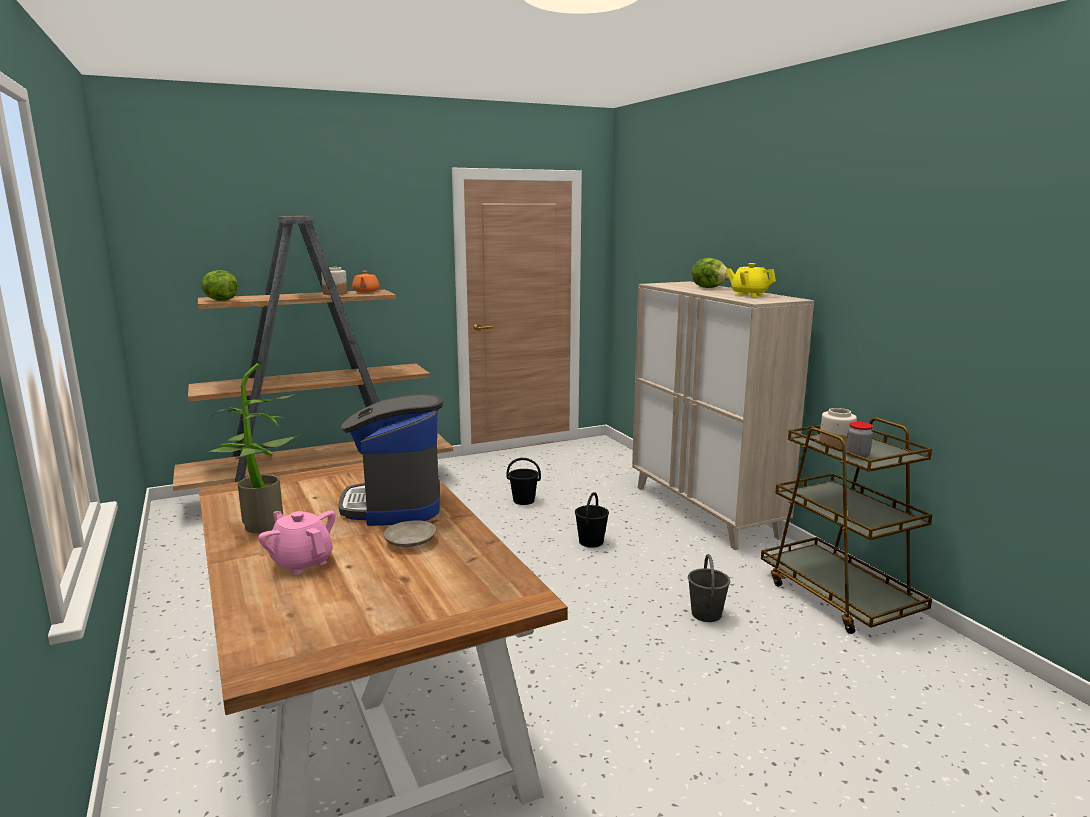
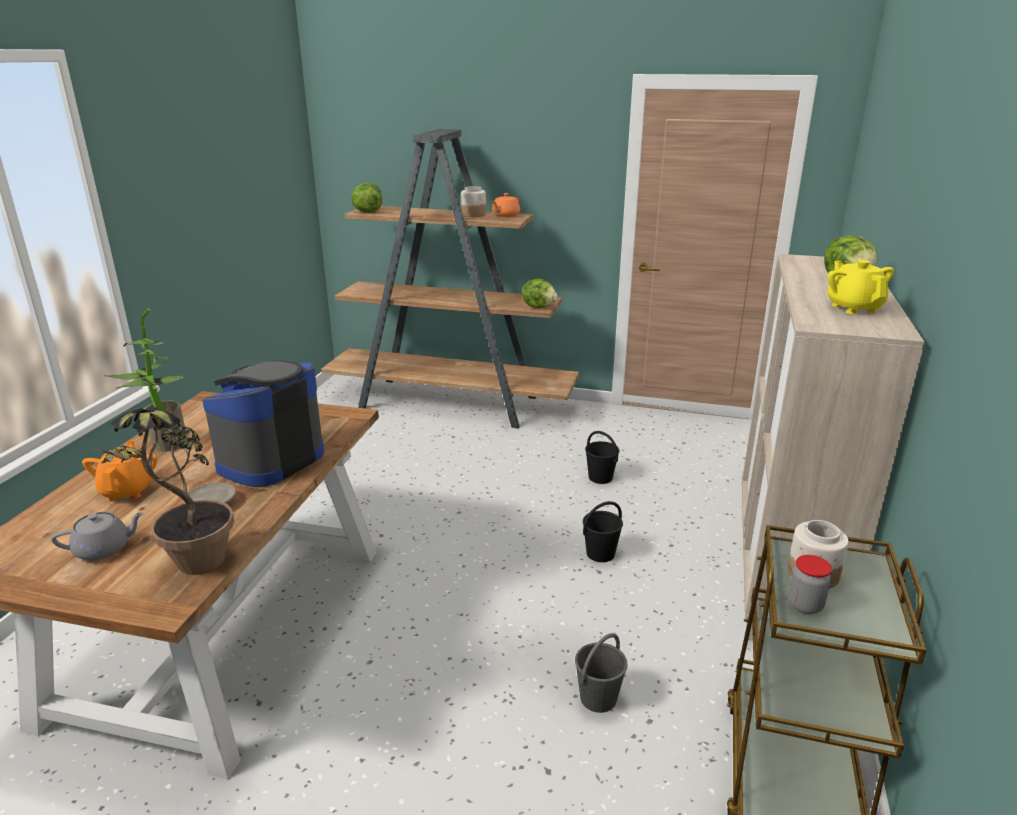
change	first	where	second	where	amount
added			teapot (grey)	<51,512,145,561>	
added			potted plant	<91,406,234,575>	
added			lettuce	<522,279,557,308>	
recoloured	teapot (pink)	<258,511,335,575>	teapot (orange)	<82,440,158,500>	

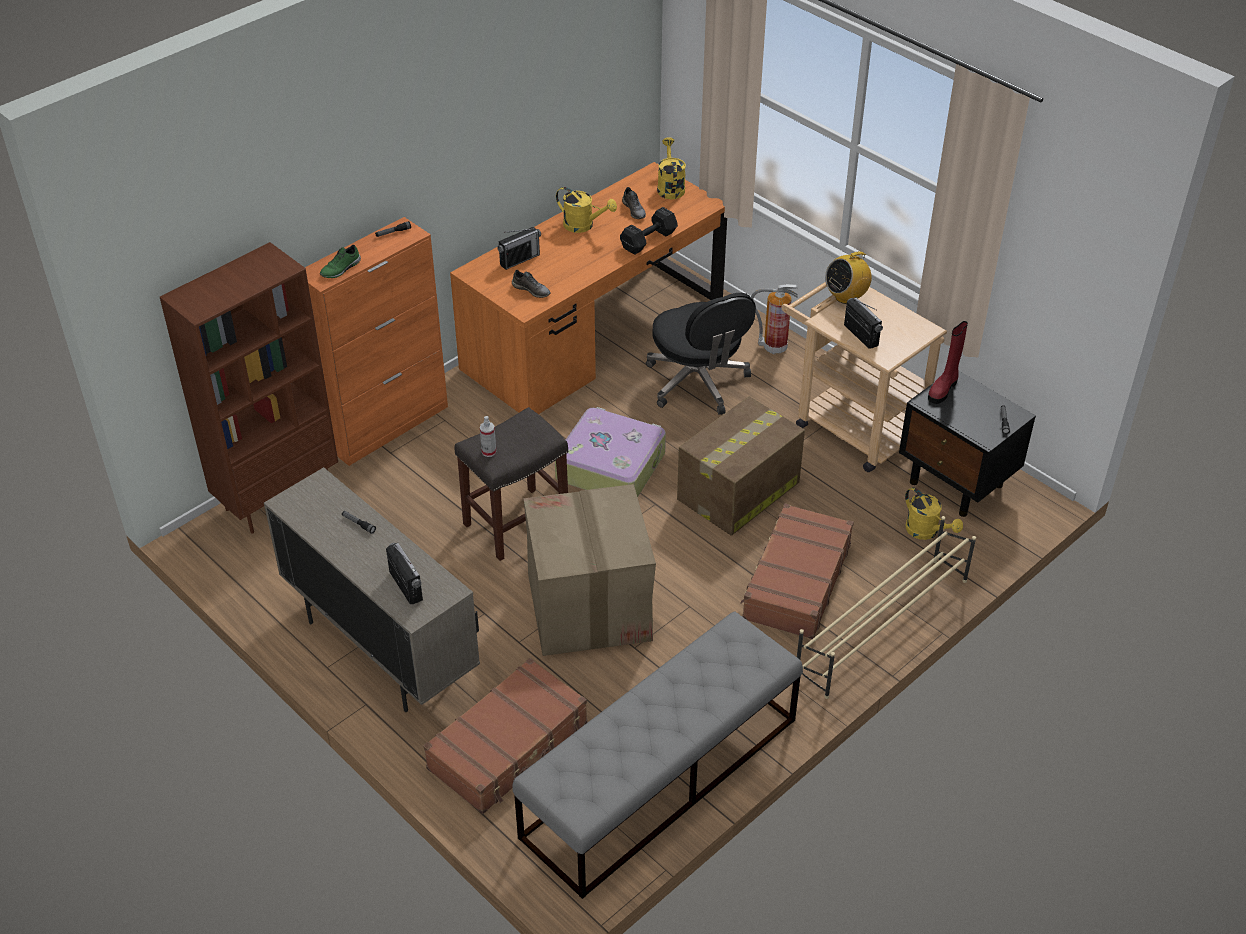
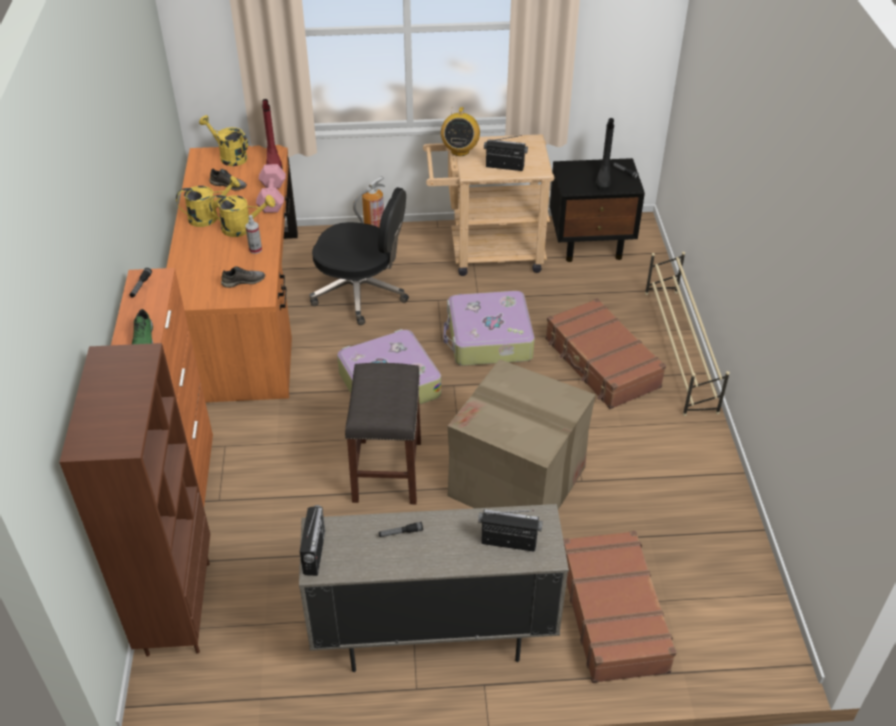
change	first	where	second	where	amount
removed	bench (grey)	<512,612,803,899>			
added			boot (black)	<596,118,614,192>	
moved	spray bottle	<480,416,496,457>		<246,215,262,254>	
moved	radio	<497,227,541,270>		<300,505,325,576>	
moved	watering can (yellow)	<905,487,963,540>		<209,195,275,237>	
moved	boot (red)	<928,321,968,404>		<262,99,283,169>	
replaced	cardboard box	<677,396,805,536>	suitcase	<444,291,535,366>	
recoloured	dumbbell (black)	<620,207,678,255>	dumbbell (pink)	<256,164,286,213>	

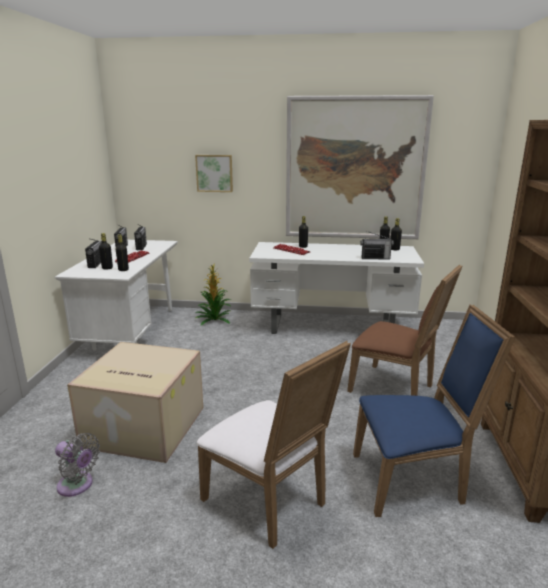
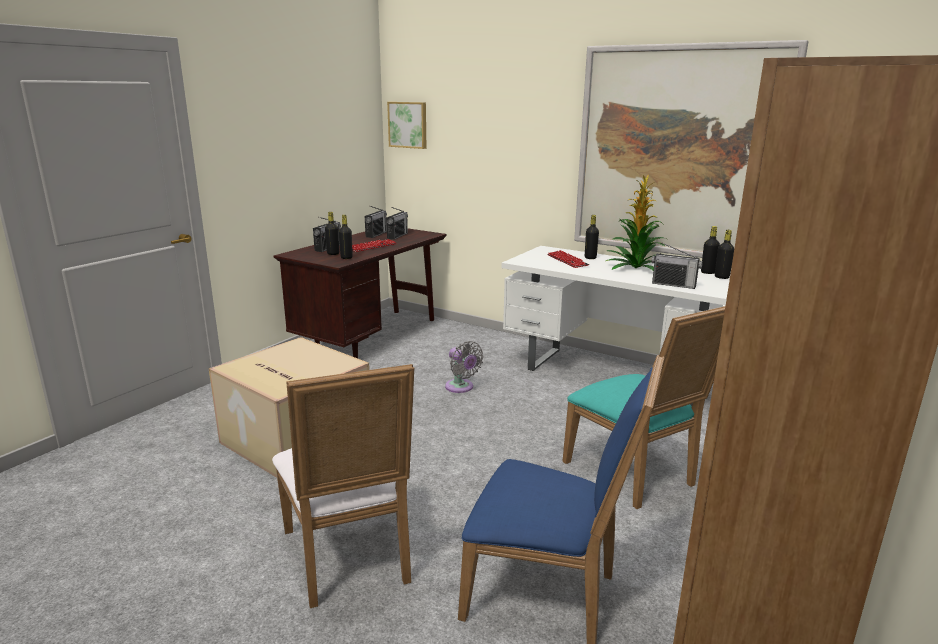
change	first	where	second	where	amount
moved	fan (grey)	<55,433,100,497>		<445,341,484,393>	
moved	picture	<195,155,233,192>		<387,102,426,149>	
moved	potted plant	<195,263,231,325>		<606,175,666,271>	
recoloured	desk (white)	<55,240,178,350>	desk (brown)	<273,228,447,358>	
recoloured	chair (brown)	<347,265,462,396>	chair (turquoise)	<562,306,725,509>	

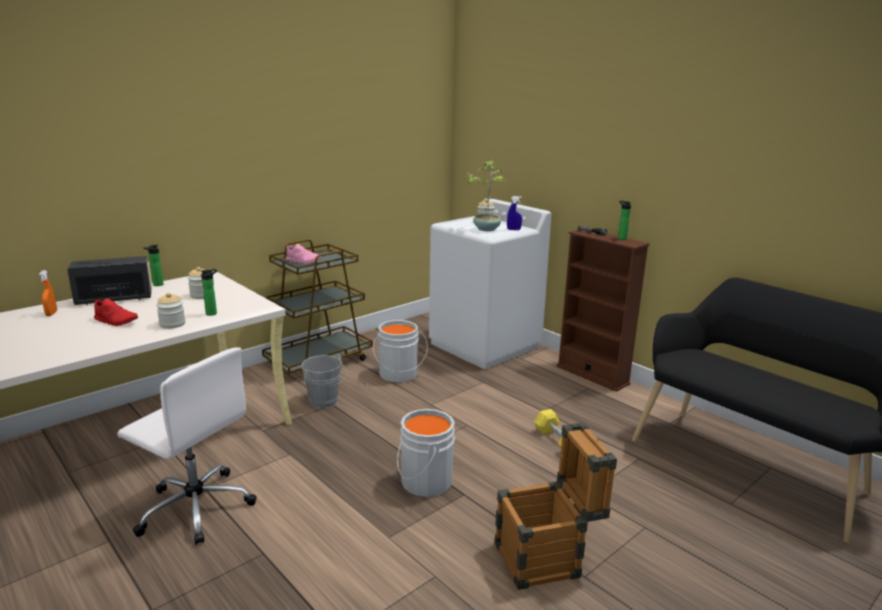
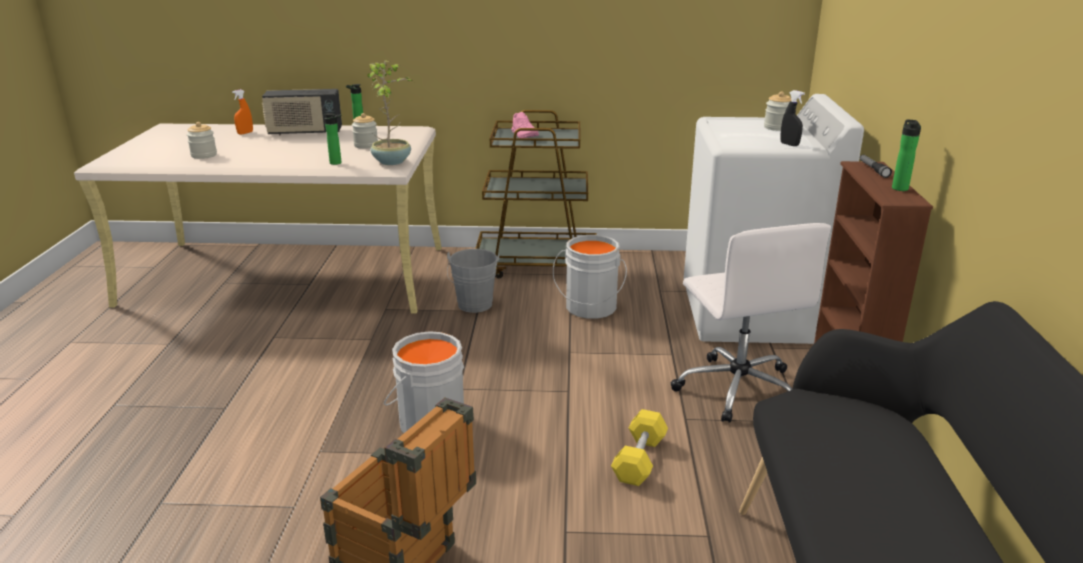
change	first	where	second	where	amount
removed	shoe (red)	<94,298,138,326>			
moved	office chair (white)	<118,347,257,545>		<671,223,831,423>	
moved	jar	<156,293,185,329>		<187,122,217,159>	
moved	potted plant	<466,159,505,231>		<367,62,414,165>	
recoloured	spray bottle (blue)	<507,196,522,230>	spray bottle (black)	<780,90,805,146>	
turned	radio	<67,256,152,305>		<262,89,342,136>	150 degrees clockwise

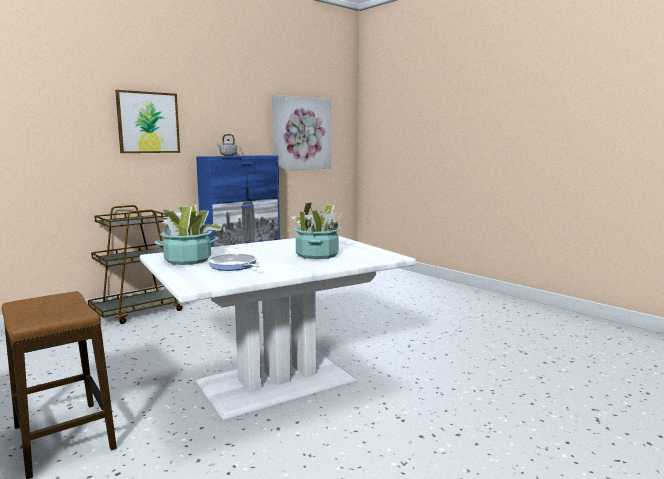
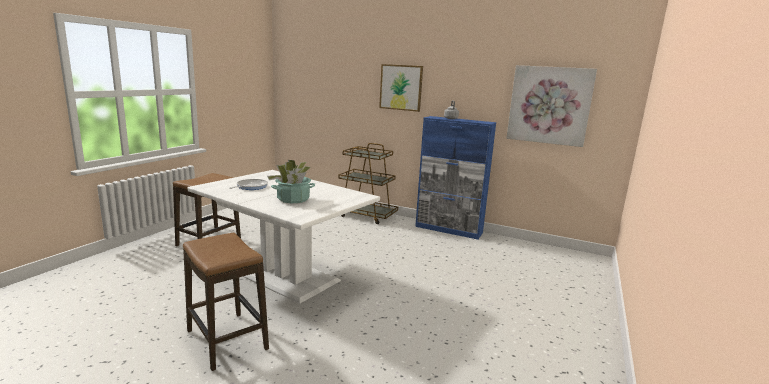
change	first	where	second	where	amount
removed	potted plant	<154,205,223,265>			
added			stool	<183,233,269,371>	

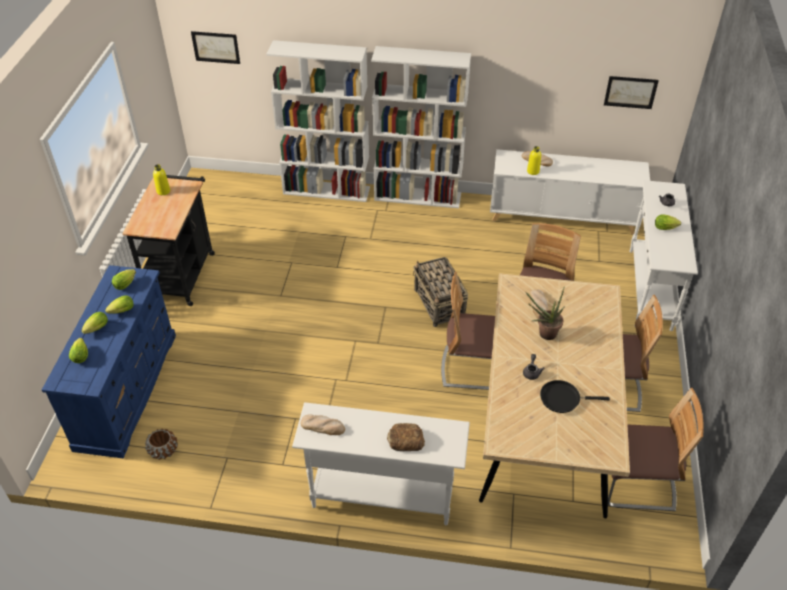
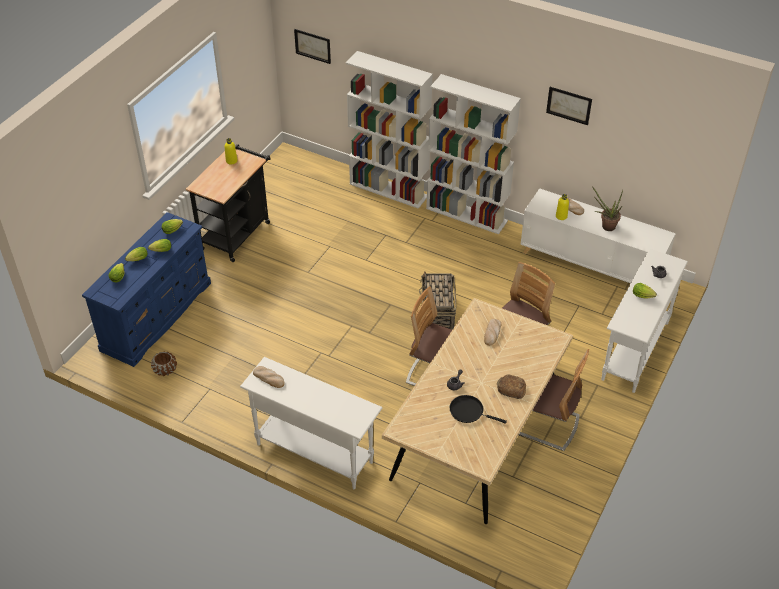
change	first	where	second	where	amount
removed	chair	<608,388,704,511>			
moved	bread	<387,423,425,451>		<497,374,526,399>	
moved	potted plant	<526,288,565,340>		<592,186,623,231>	
moved	picture	<604,76,659,109>		<546,87,592,125>	

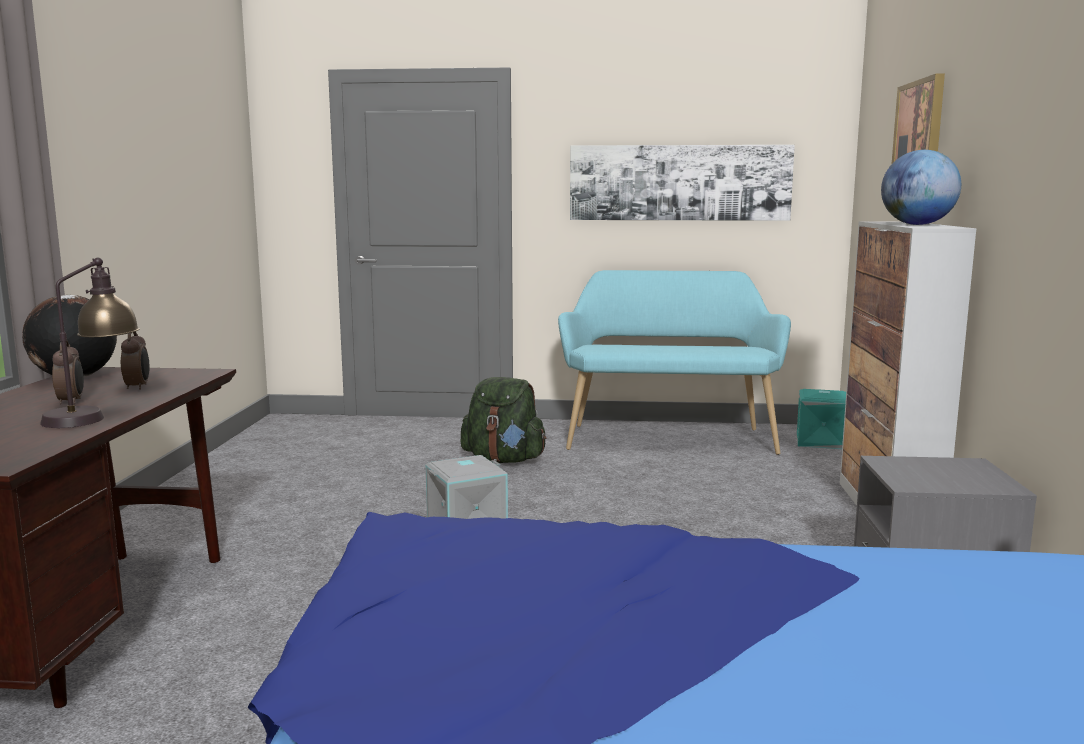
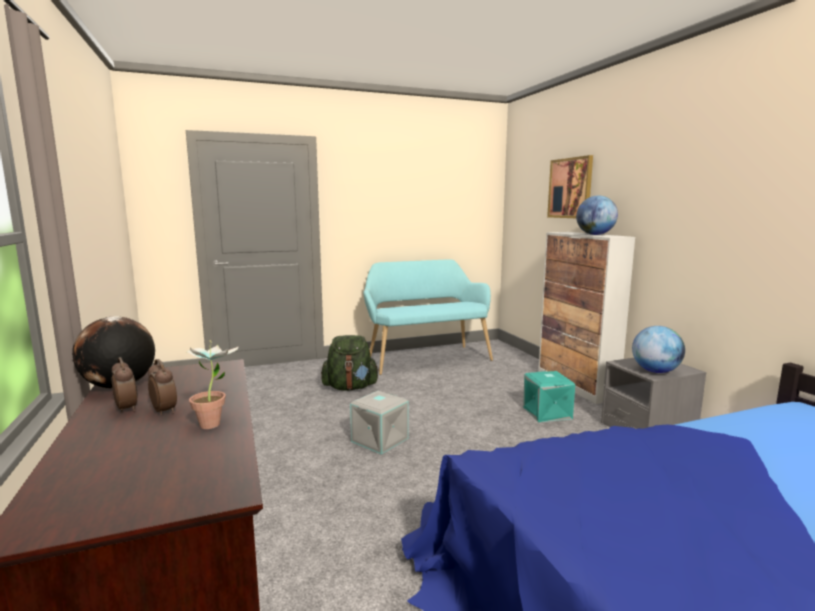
change	first	where	second	where	amount
removed	picture	<570,145,795,221>			
added			globe	<632,326,685,373>	
moved	alarm clock	<121,332,149,390>		<112,357,138,413>	
moved	storage box (turquoise)	<797,389,846,449>		<523,371,575,422>	
replaced	table lamp	<40,258,140,428>	potted plant	<186,340,238,429>	

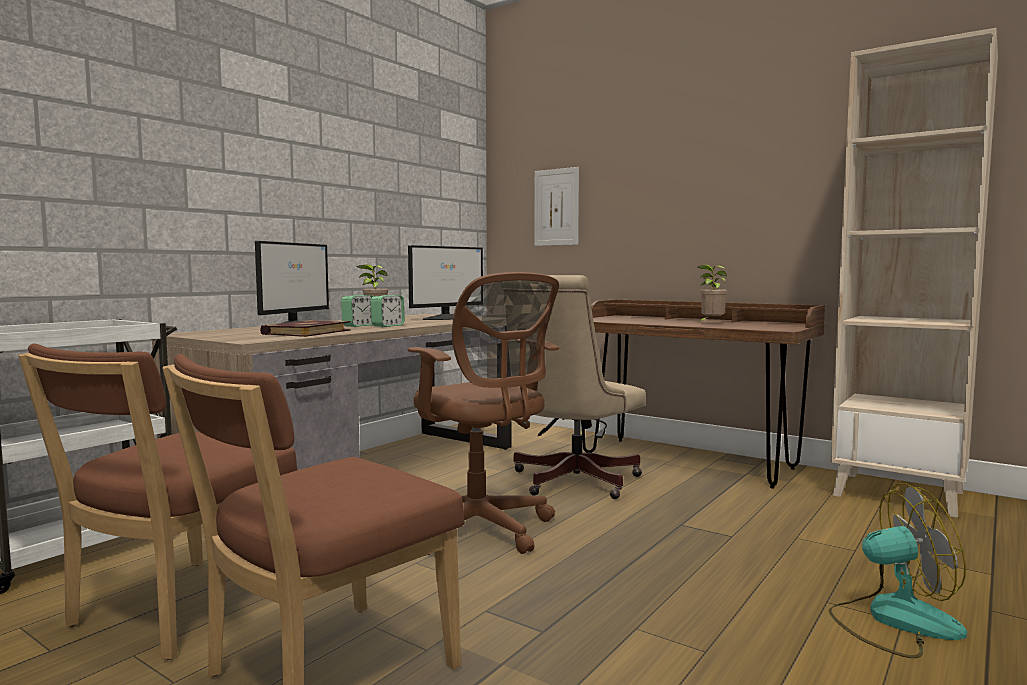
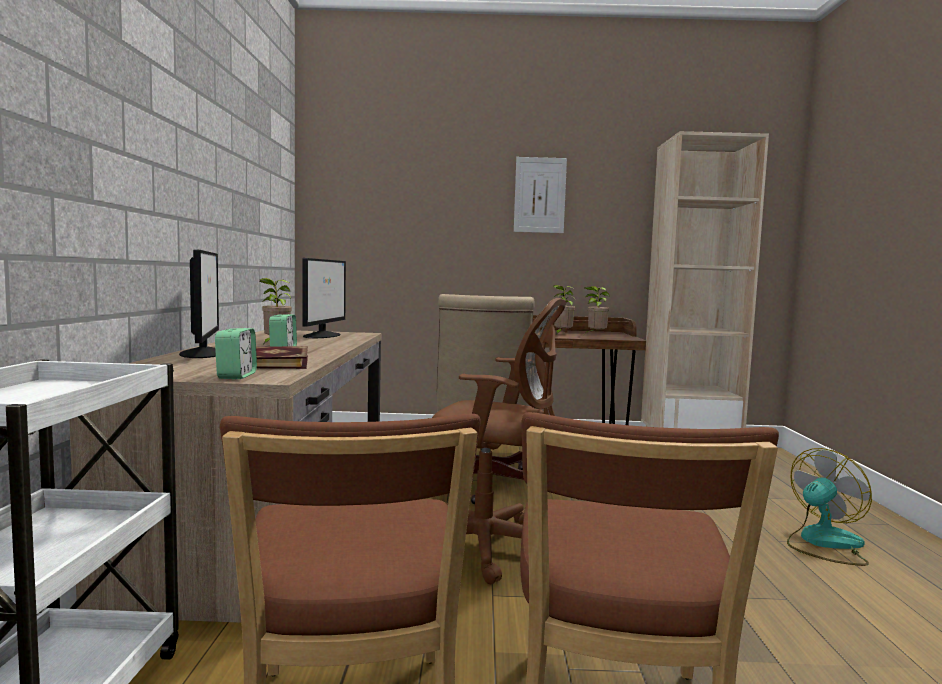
change	first	where	second	where	amount
added			potted plant	<585,286,610,333>	
moved	alarm clock	<370,295,405,327>		<215,328,257,379>	
moved	picture	<534,167,579,246>		<514,157,567,233>	

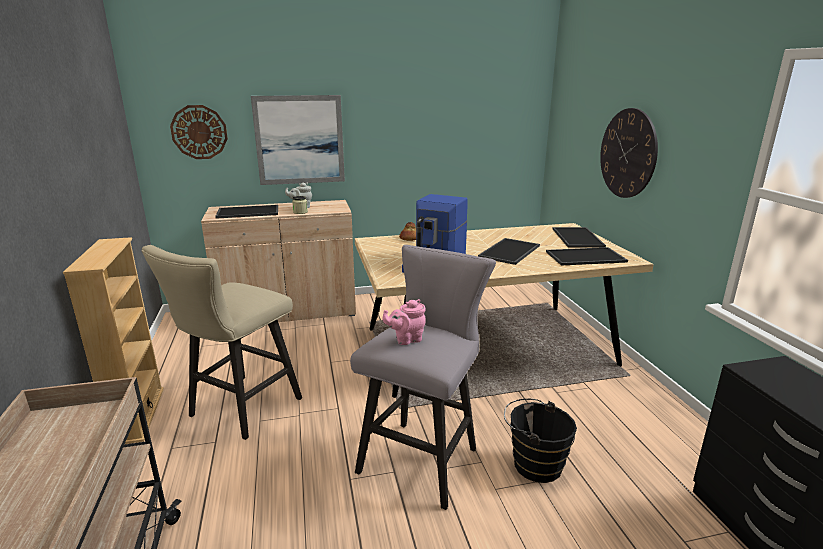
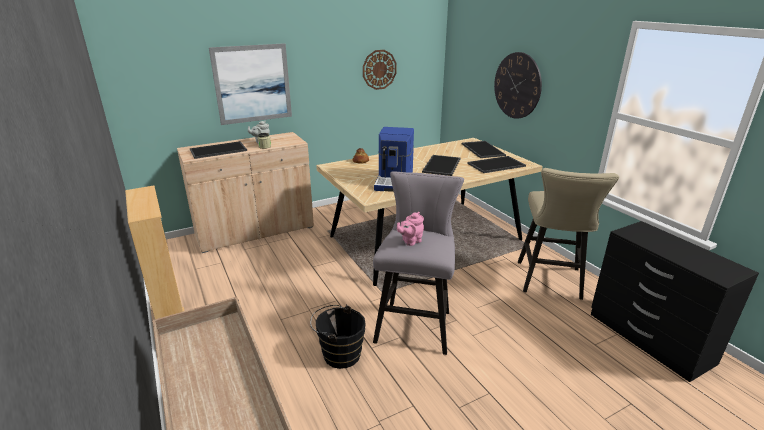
change	first	where	second	where	amount
moved	stool (beige)	<142,245,302,440>		<518,168,619,300>	
moved	wall clock	<170,105,228,159>		<363,50,397,90>	
moved	bucket (black)	<504,399,577,483>		<310,305,366,369>	

